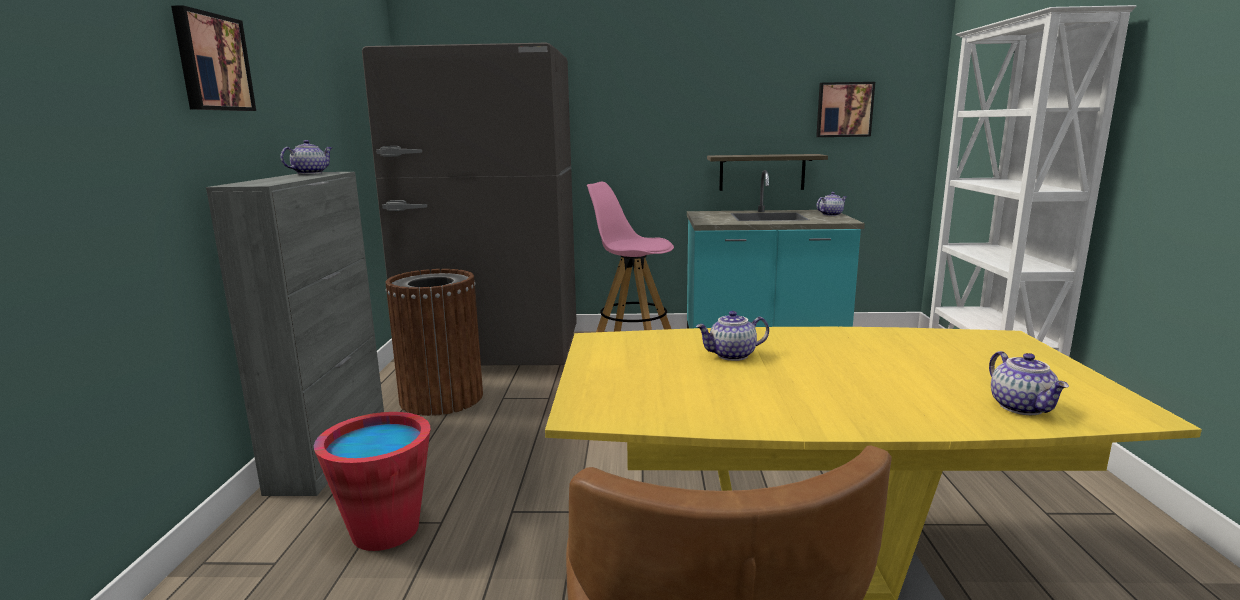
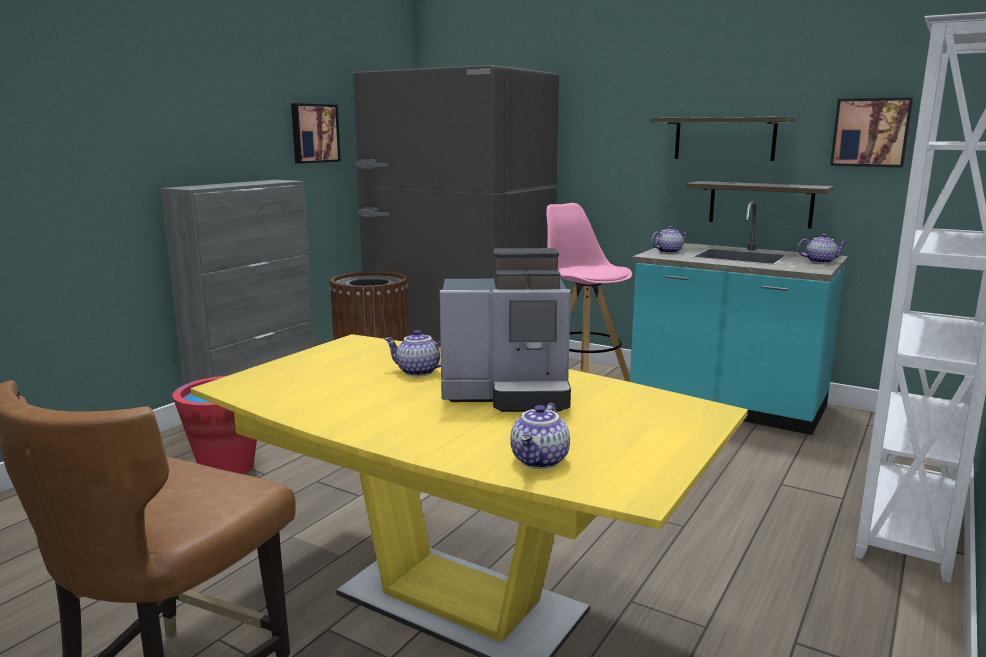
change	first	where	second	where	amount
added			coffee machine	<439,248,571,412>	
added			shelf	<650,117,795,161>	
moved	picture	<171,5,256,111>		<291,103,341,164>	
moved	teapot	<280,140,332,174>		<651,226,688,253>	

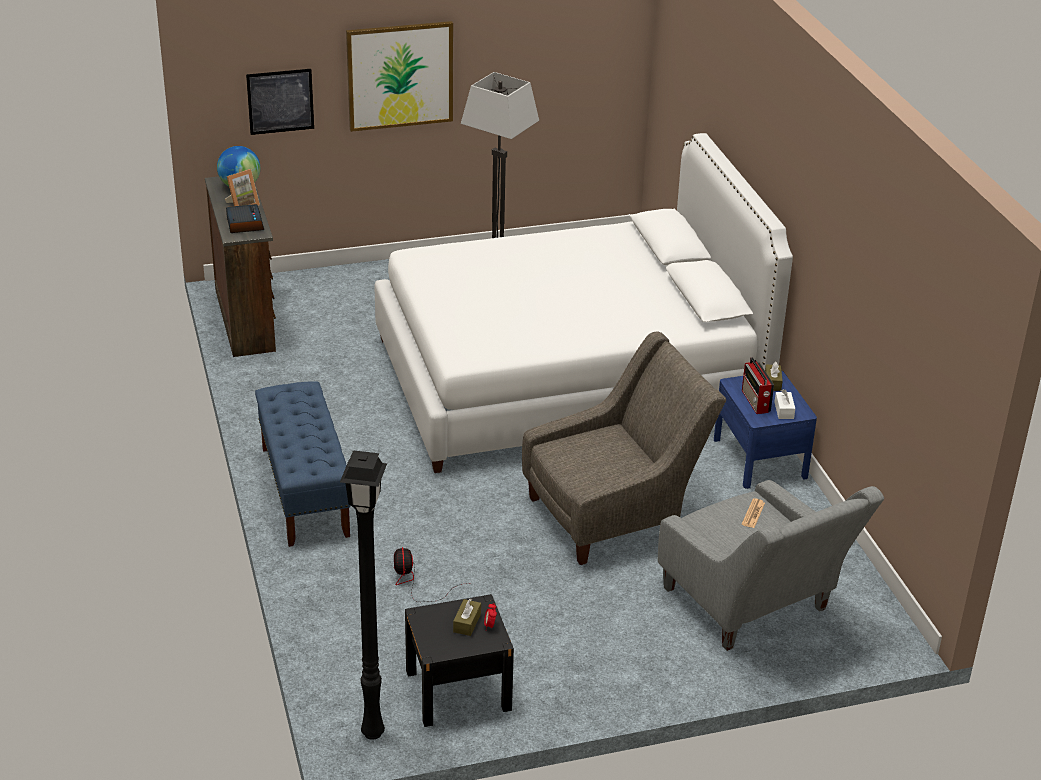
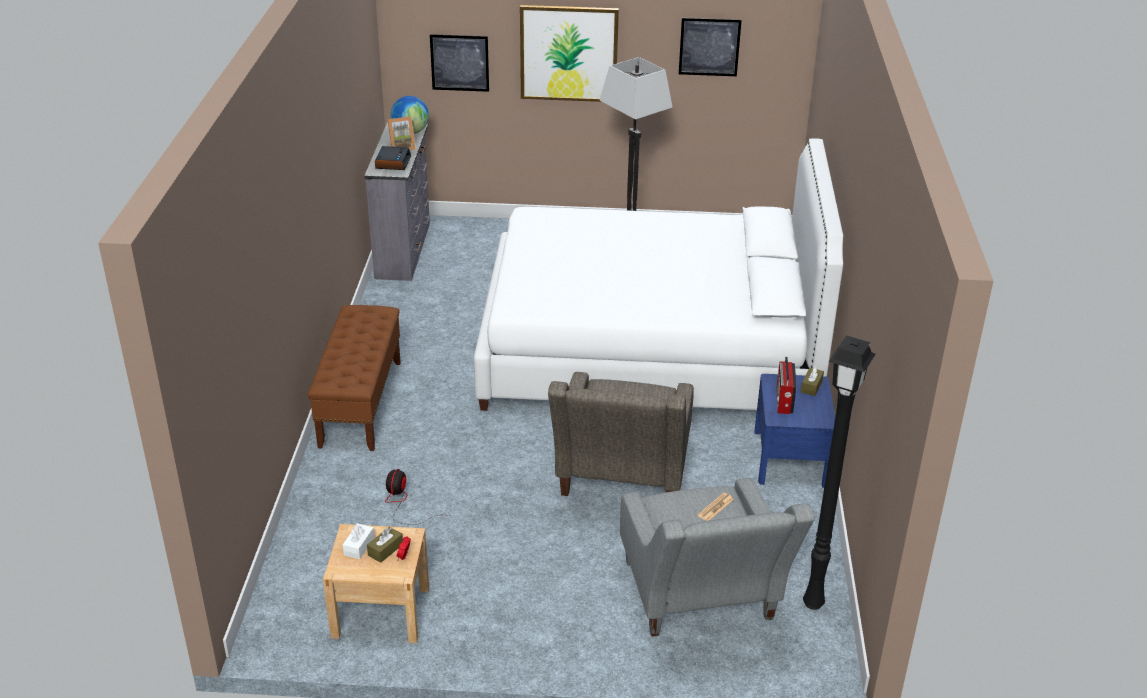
change	first	where	second	where	amount
added			picture	<679,18,742,76>	
moved	floor lamp (black)	<340,450,387,740>		<803,336,876,610>	
moved	tissue box (white)	<774,389,795,419>		<343,523,374,559>	
recoloured	dresser (brown)	<205,176,276,357>	dresser (grey)	<364,122,430,281>	
recoloured	bench (blue)	<255,381,350,547>	bench (brown)	<308,305,401,451>	
recoloured	nightstand (black)	<405,594,514,727>	nightstand (beige)	<323,524,429,643>	
turned	armchair (grey)	<522,331,726,565>		<548,372,694,496>	105 degrees clockwise

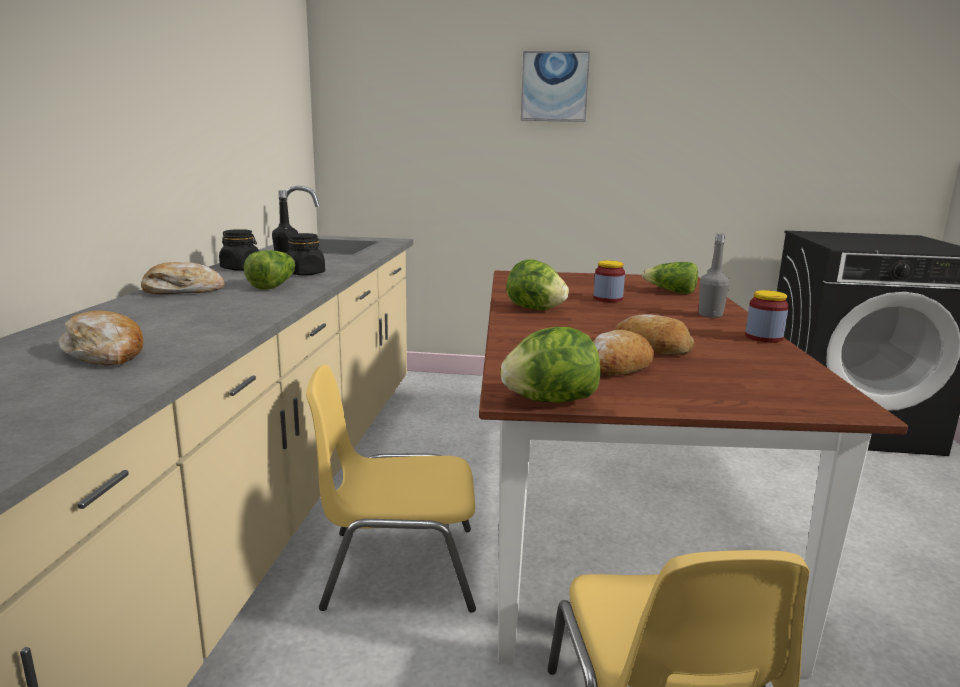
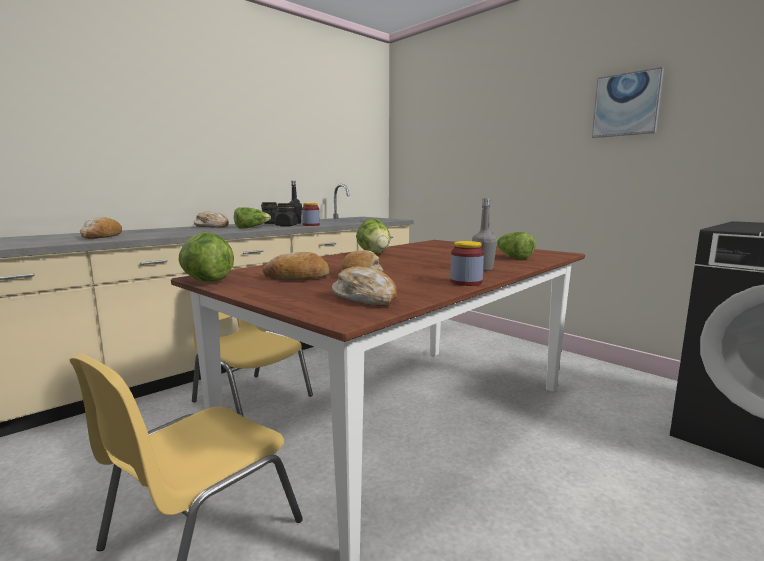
change	first	where	second	where	amount
added			bread	<332,266,397,306>	
moved	picture	<521,51,590,122>		<592,67,664,138>	
moved	jar	<593,261,625,302>		<302,203,320,226>	

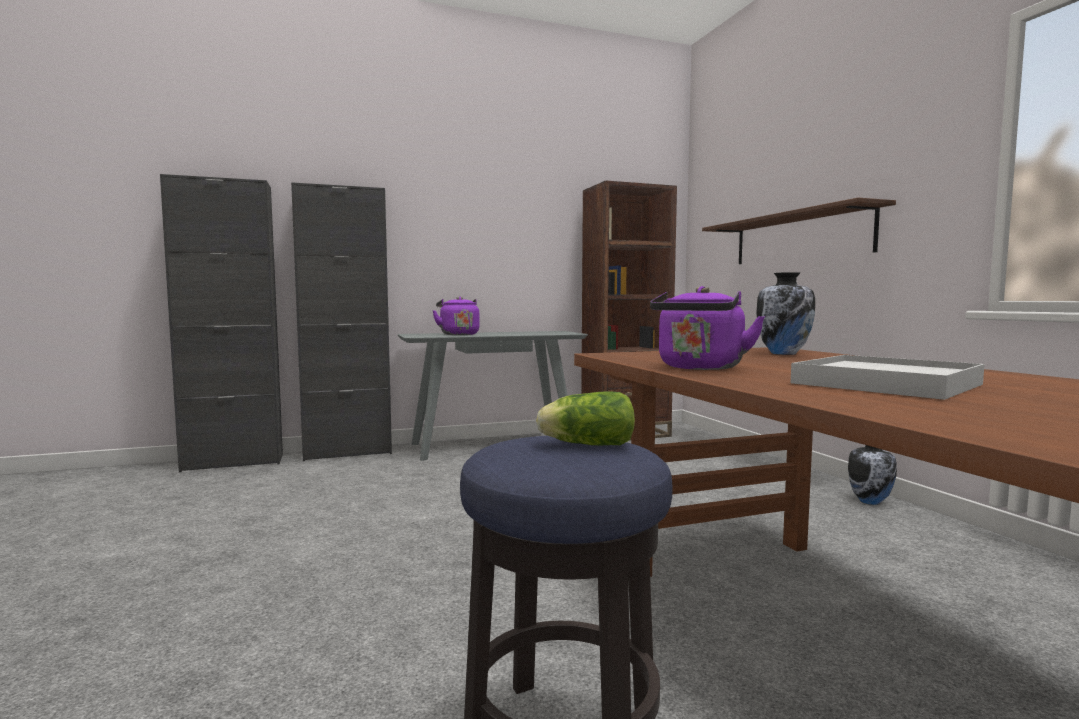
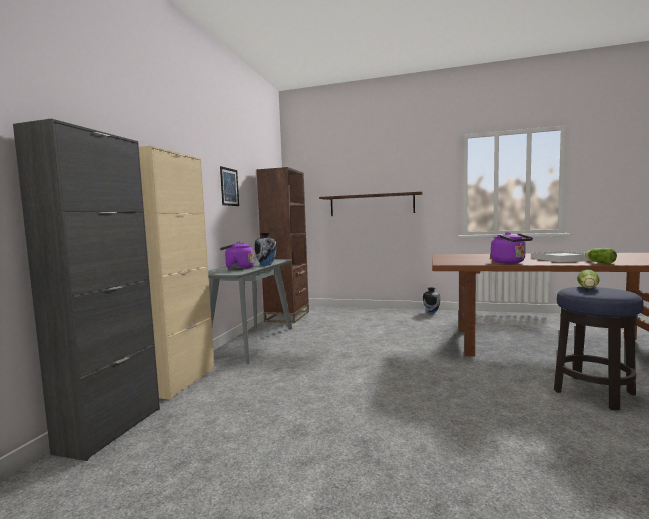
change	first	where	second	where	amount
added			picture	<220,166,239,206>	
added			lettuce	<585,248,617,264>	
moved	vase	<756,272,815,355>		<255,233,277,266>	
recoloured	cabinet (black)	<291,182,392,461>	cabinet (beige)	<139,146,215,400>	

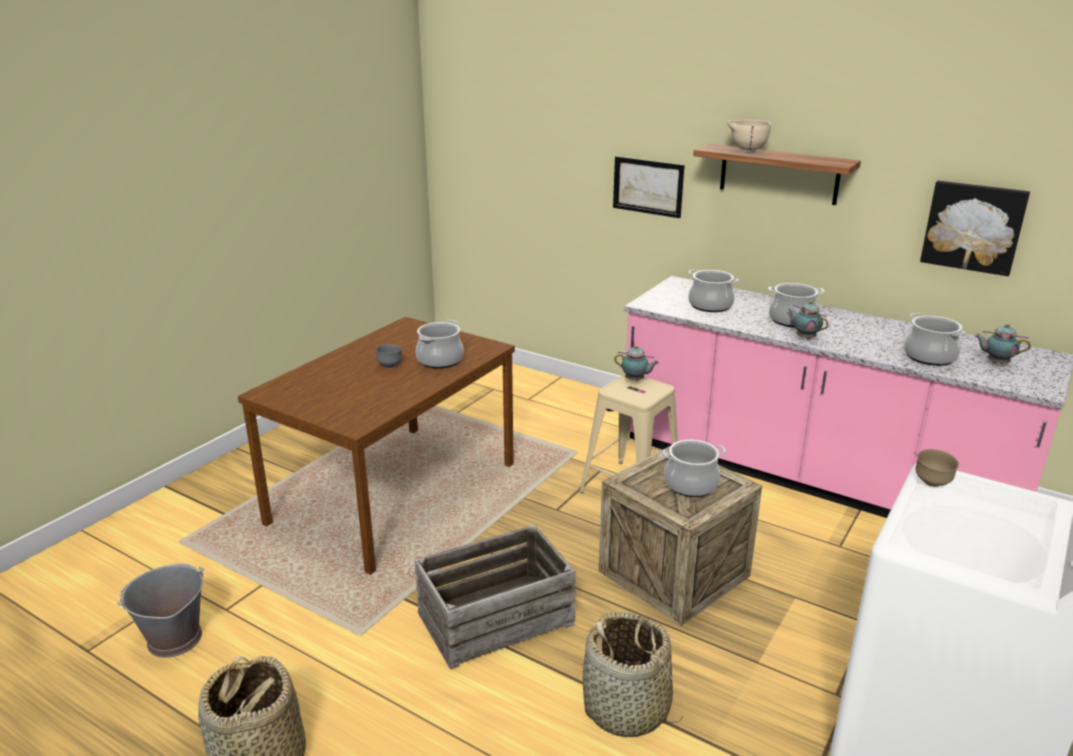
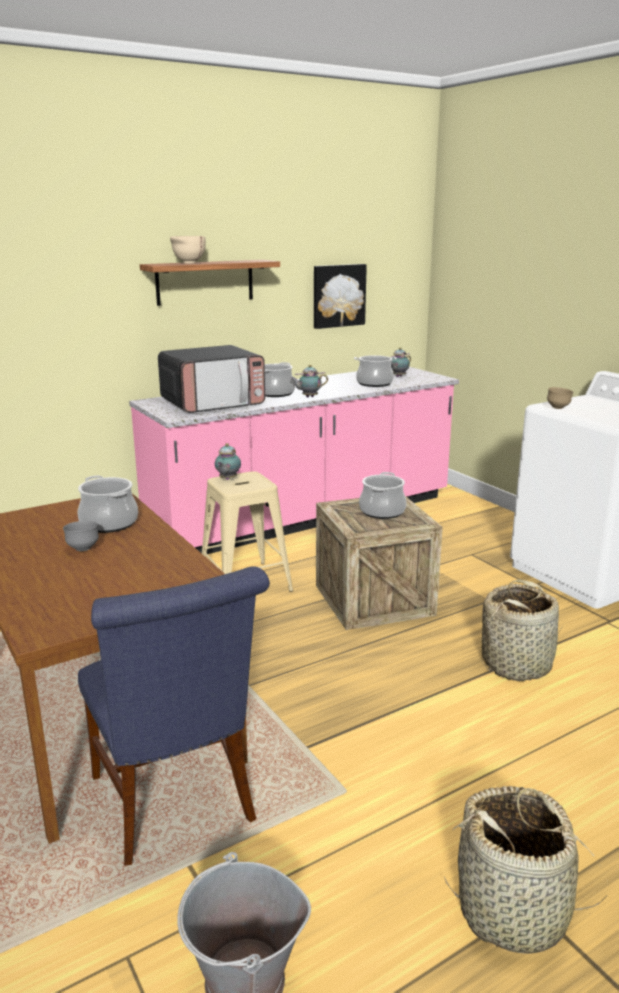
change	first	where	second	where	amount
removed	crate	<415,525,576,670>			
removed	picture	<613,156,684,218>			
added			chair (blue)	<78,566,270,866>	
replaced	cooking pot	<688,270,739,312>	microwave	<158,345,265,413>	
turned	teapot	<614,345,659,381>		<215,443,241,480>	150 degrees clockwise

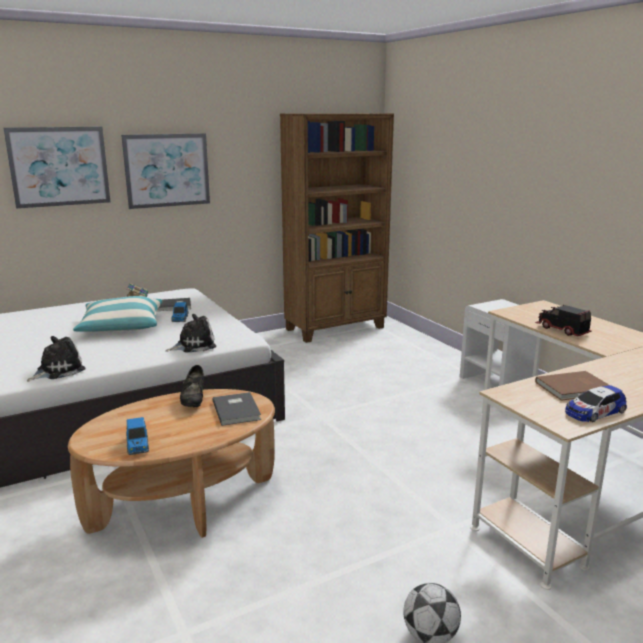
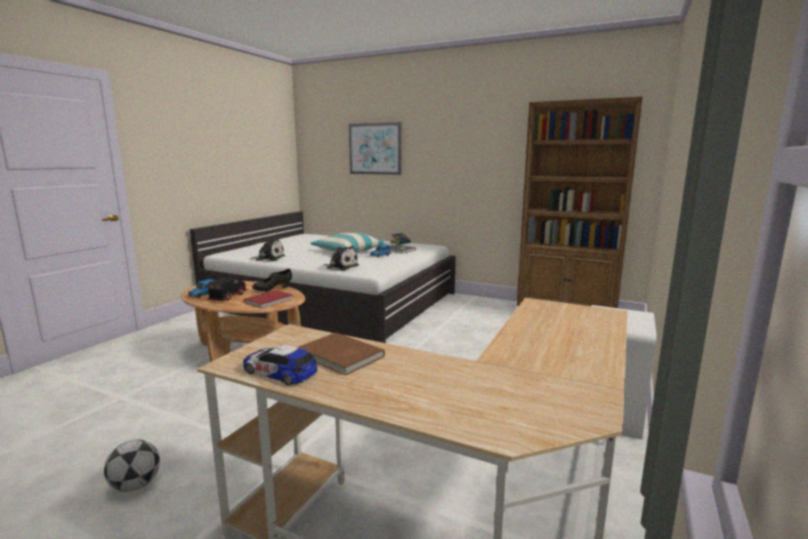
change	first	where	second	where	amount
removed	picture	<121,133,210,209>			
moved	toy truck	<535,305,592,336>		<207,276,249,301>	
recoloured	book (grey)	<212,392,261,426>	book (red)	<244,290,294,308>	

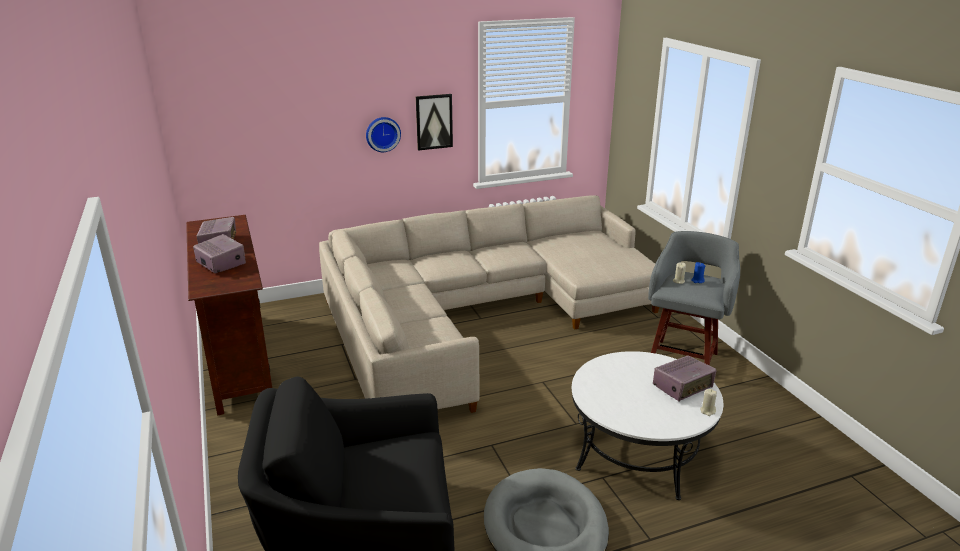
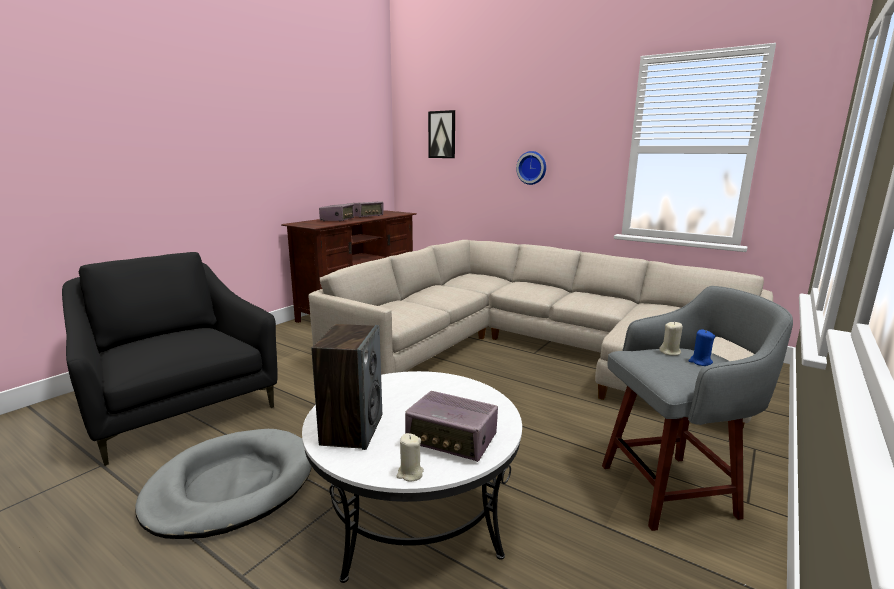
change	first	where	second	where	amount
added			speaker	<311,324,382,450>	
moved	picture	<416,94,453,150>		<428,110,455,158>	

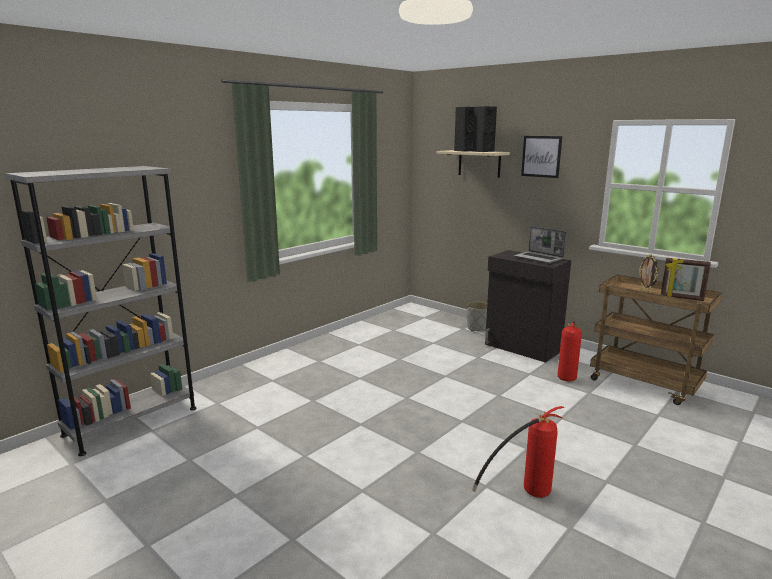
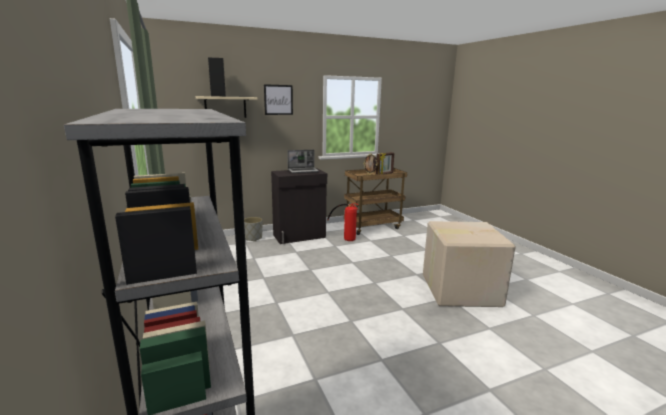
change	first	where	second	where	amount
removed	speaker (black)	<472,106,497,152>			
replaced	fire extinguisher	<472,406,564,498>	cardboard box	<423,221,516,307>	

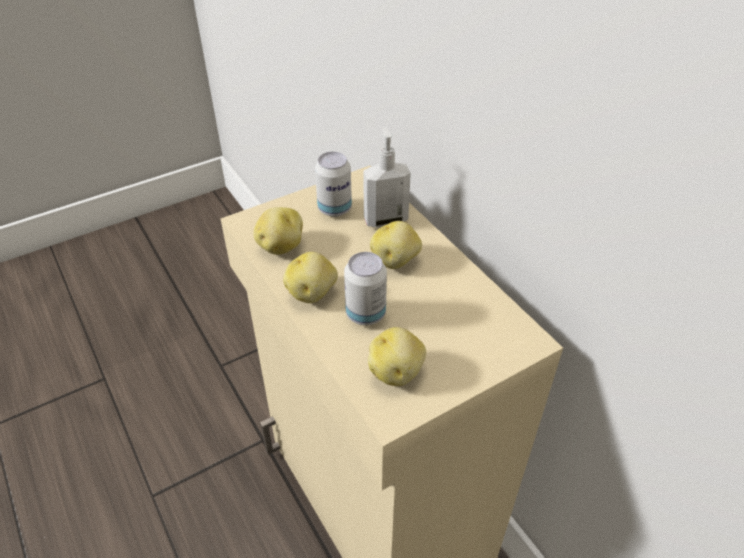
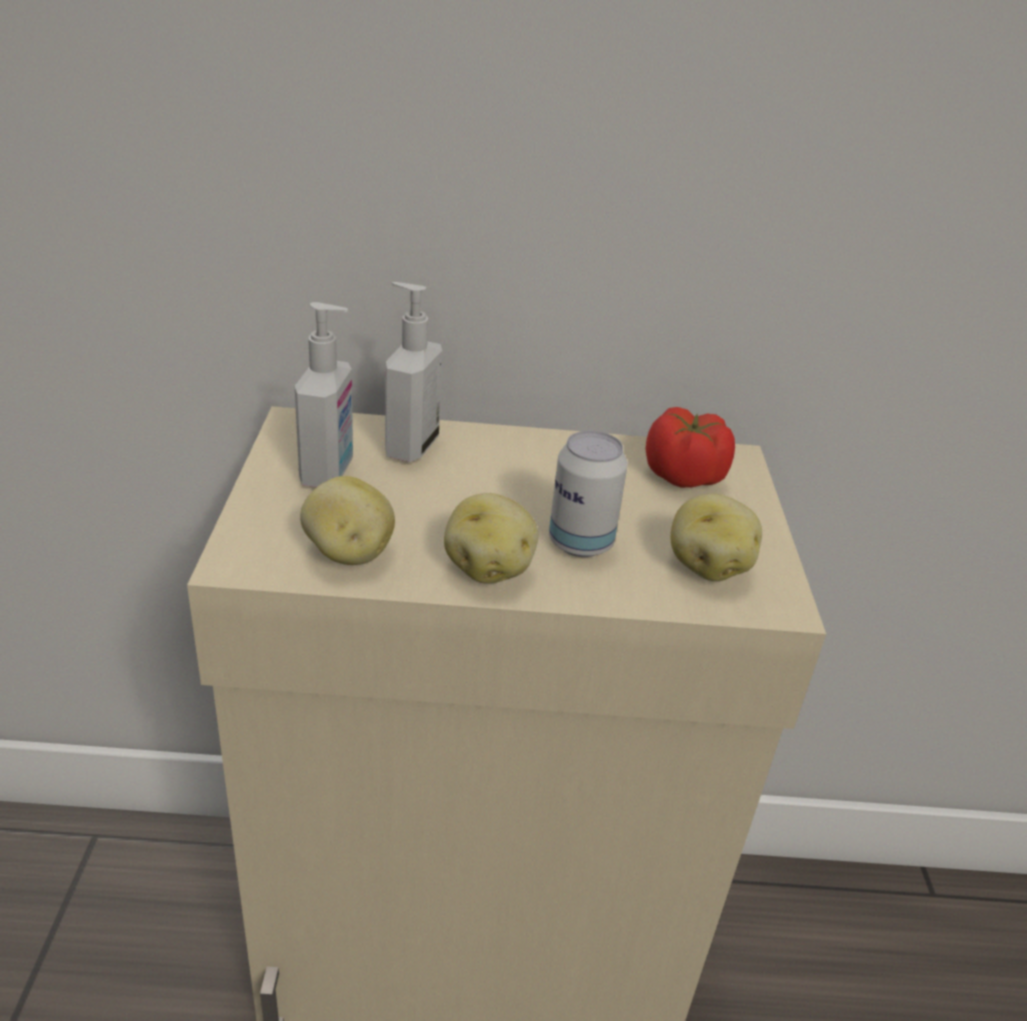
change	first	where	second	where	amount
removed	potato	<370,221,422,269>			
added			tomato	<645,407,735,488>	
replaced	can	<315,152,352,217>	soap dispenser	<295,302,353,487>	

